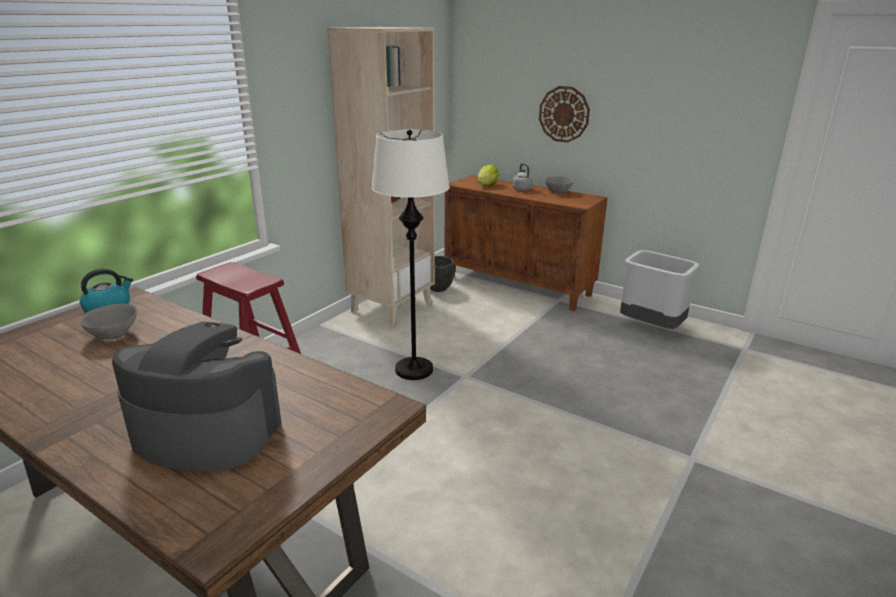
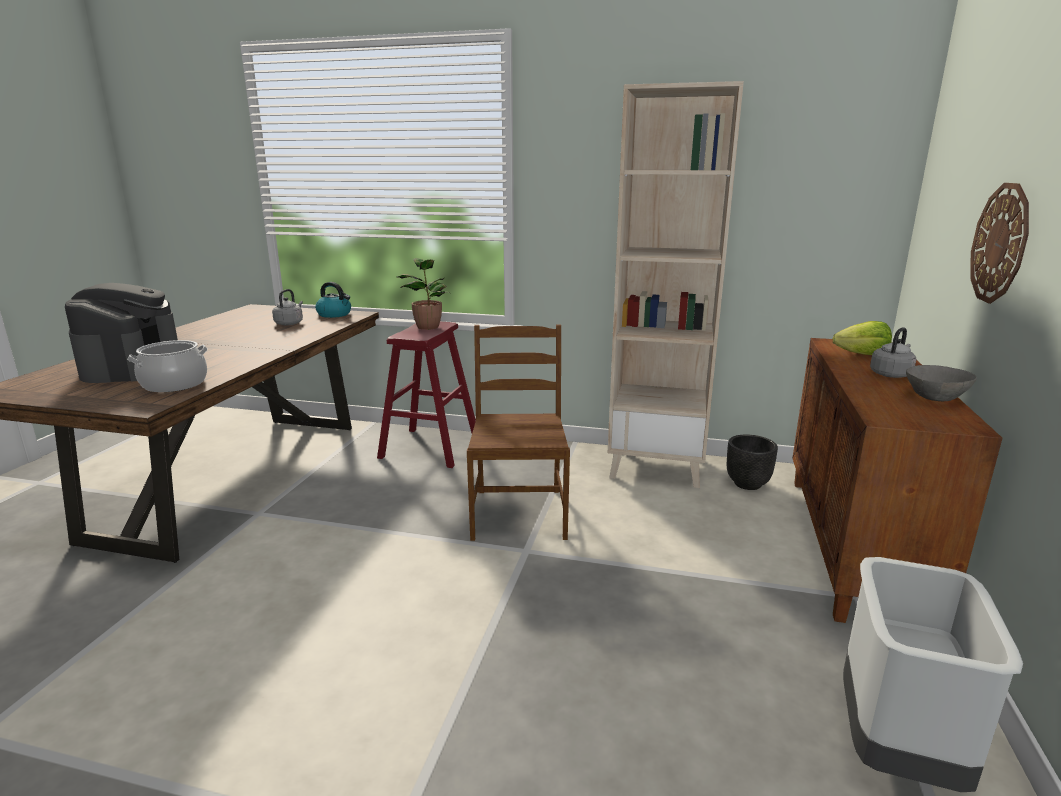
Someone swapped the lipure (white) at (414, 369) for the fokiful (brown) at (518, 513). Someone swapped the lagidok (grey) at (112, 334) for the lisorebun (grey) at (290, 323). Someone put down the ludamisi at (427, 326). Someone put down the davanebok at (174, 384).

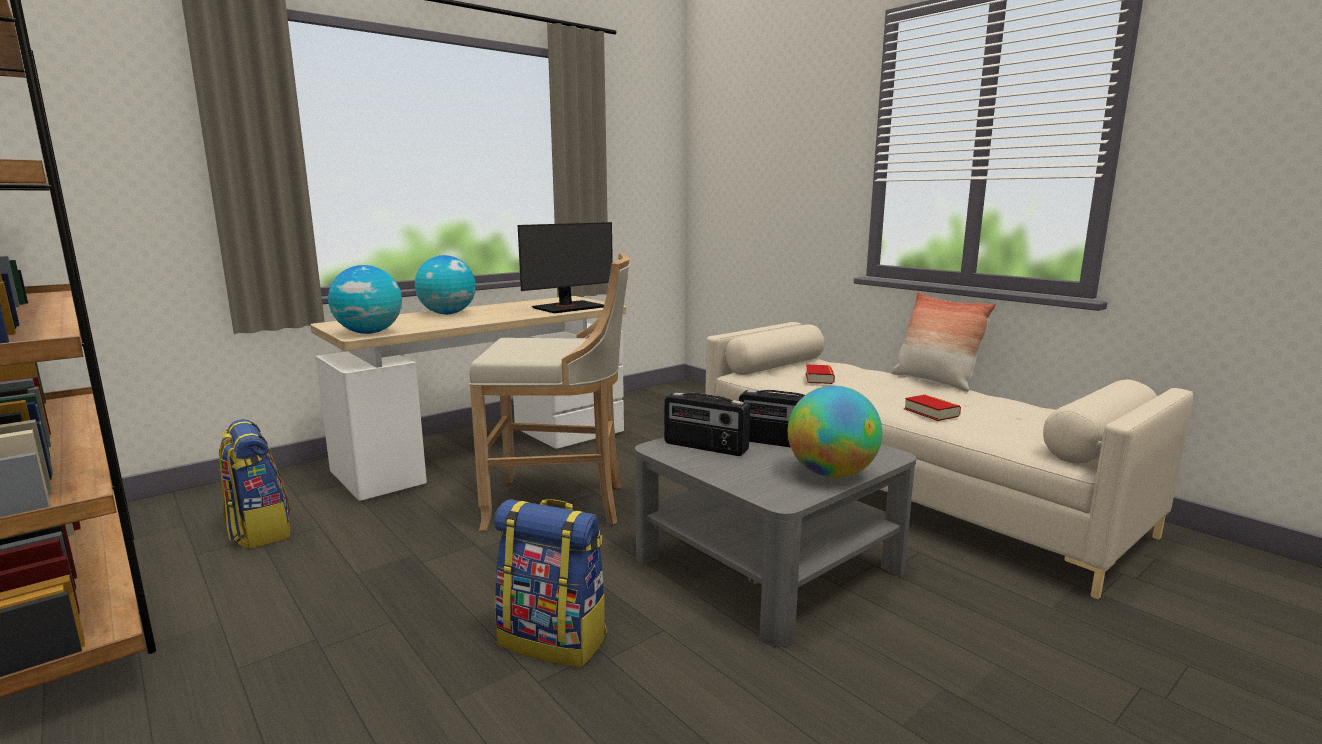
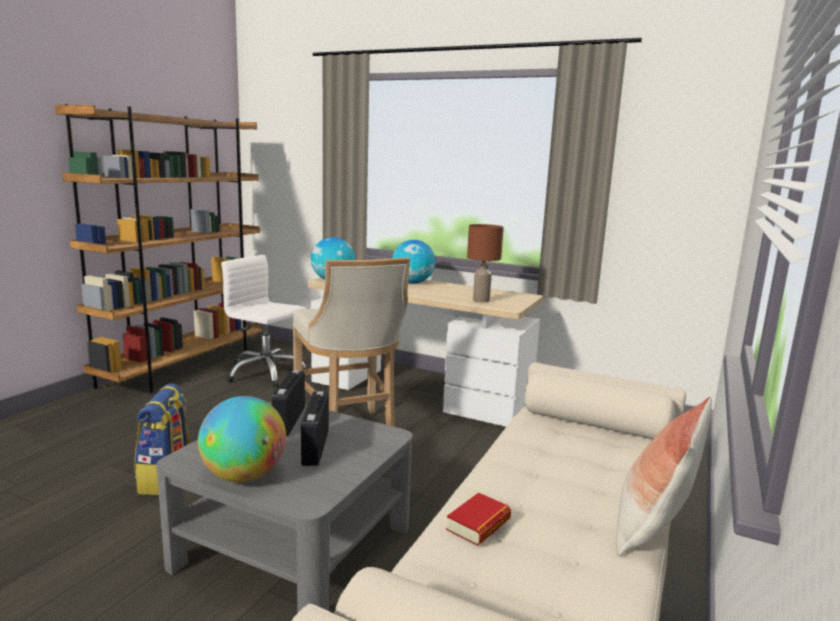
Someone swapped the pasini at (568, 307) for the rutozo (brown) at (481, 300). Someone took away the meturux at (819, 378). Someone swapped the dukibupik at (259, 531) for the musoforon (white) at (266, 373).

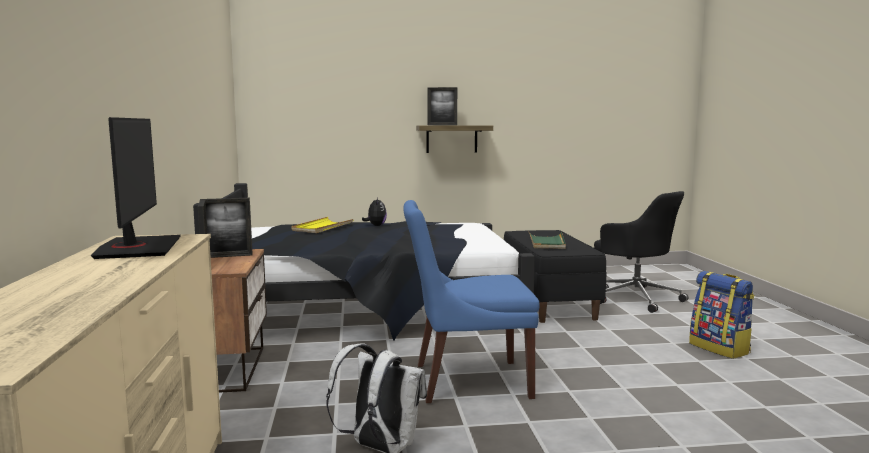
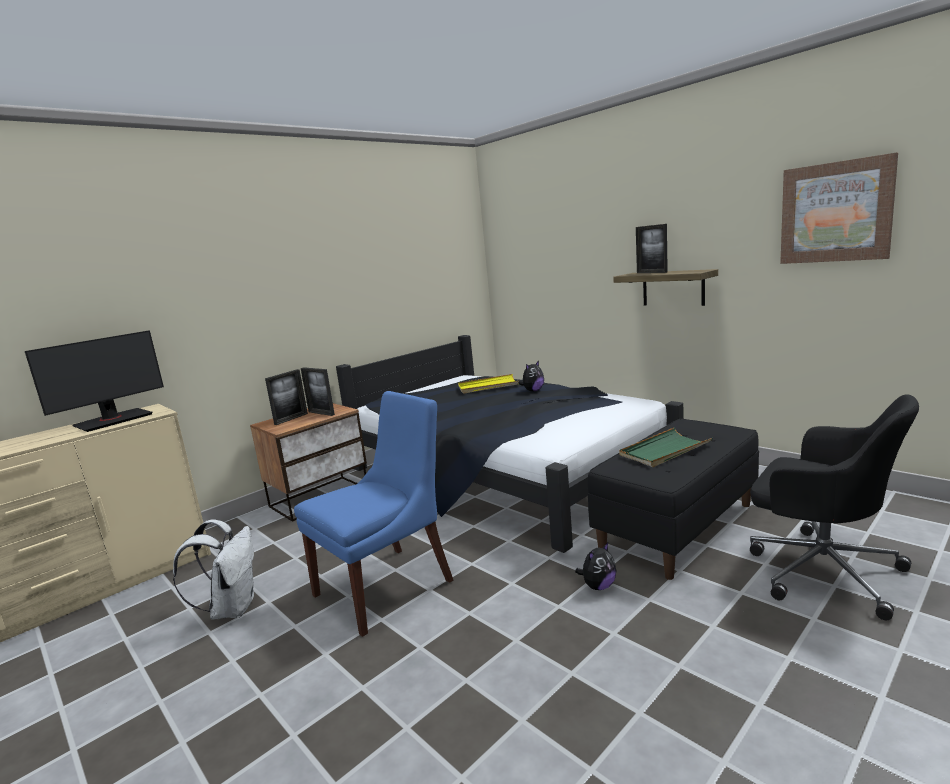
Someone rotated the musoforon (black) at (635, 298) by 60 degrees counterclockwise. Someone rotated the fokiful (blue) at (467, 381) by 90 degrees clockwise. Someone took away the dukibupik at (720, 348). Someone put up the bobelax at (835, 212). Someone put down the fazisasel at (598, 586).

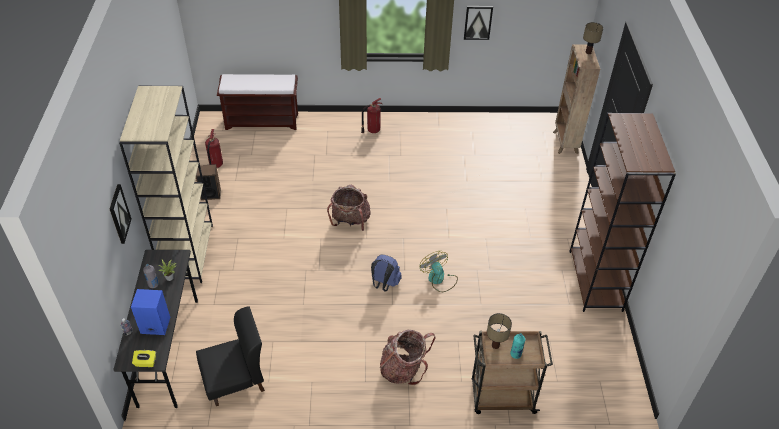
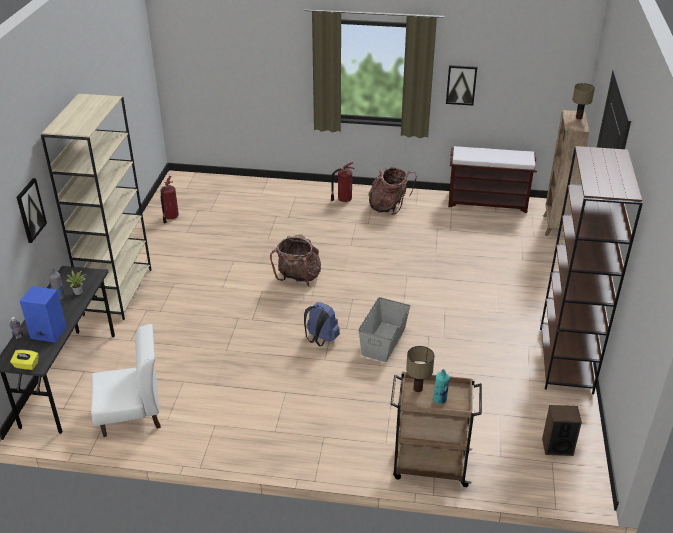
Someone carried the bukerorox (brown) from (262, 121) to (488, 202). Someone carried the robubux from (210, 194) to (557, 447). Someone swapped the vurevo at (439, 279) for the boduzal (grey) at (383, 341). Someone repainted the fokiful (black) at (235, 381), which became the fokiful (white) at (131, 414). Someone carried the dukibupik from (403, 369) to (389, 206).

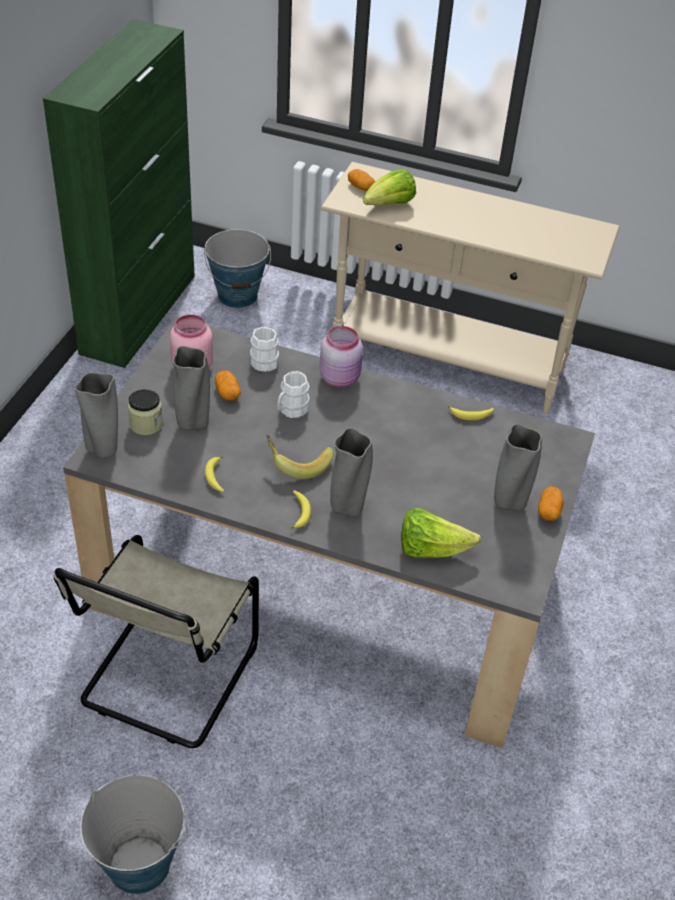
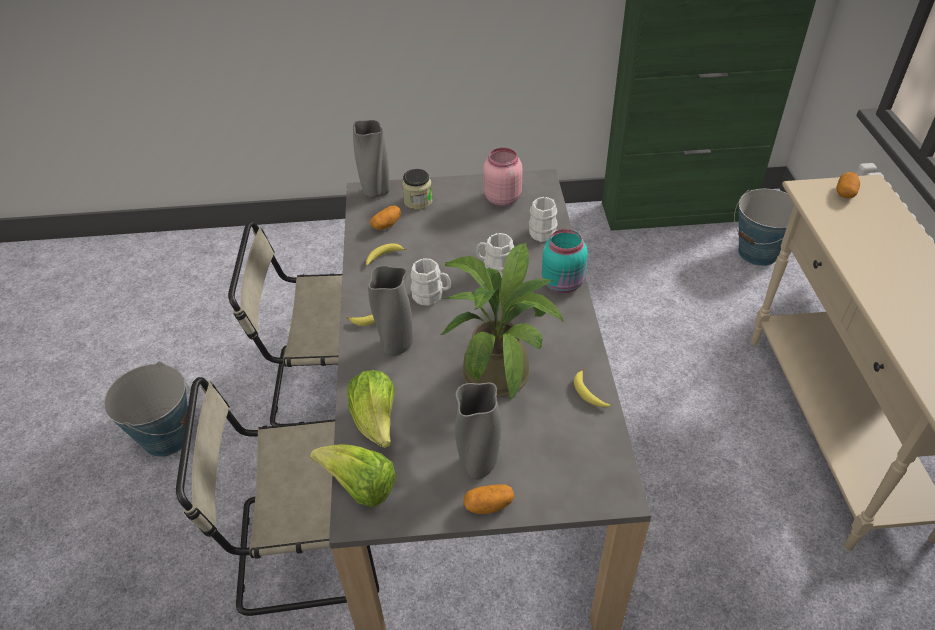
Someone carried the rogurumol from (389, 205) to (360, 487). Someone repainted the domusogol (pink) at (340, 377), which became the domusogol (turquoise) at (564, 283). Someone took away the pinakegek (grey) at (193, 423). Someone carried the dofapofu from (227, 393) to (386, 225). Someone swapped the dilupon at (297, 463) for the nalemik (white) at (431, 296). Someone put down the ludamisi at (501, 369). Someone put down the fokiful (beige) at (302, 547).

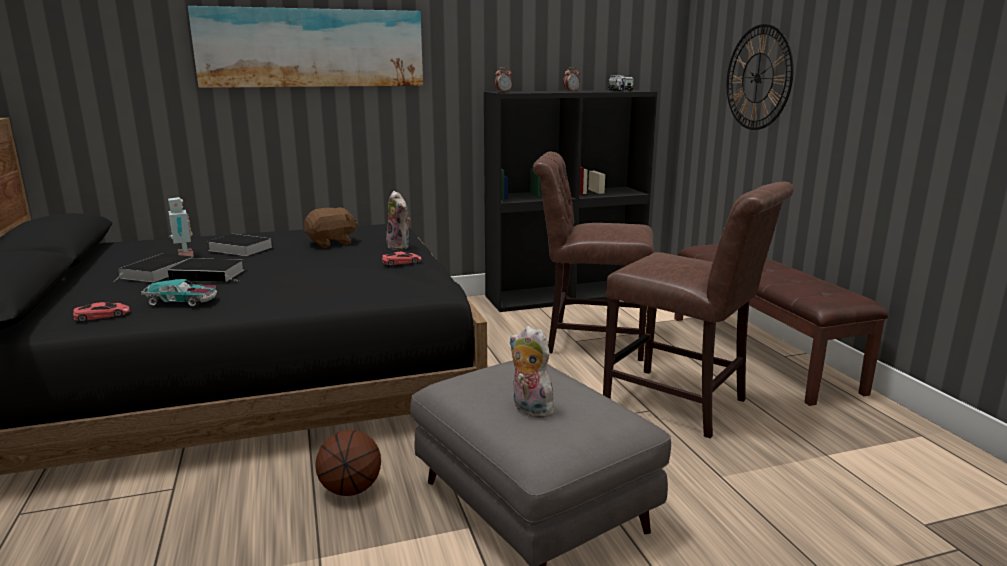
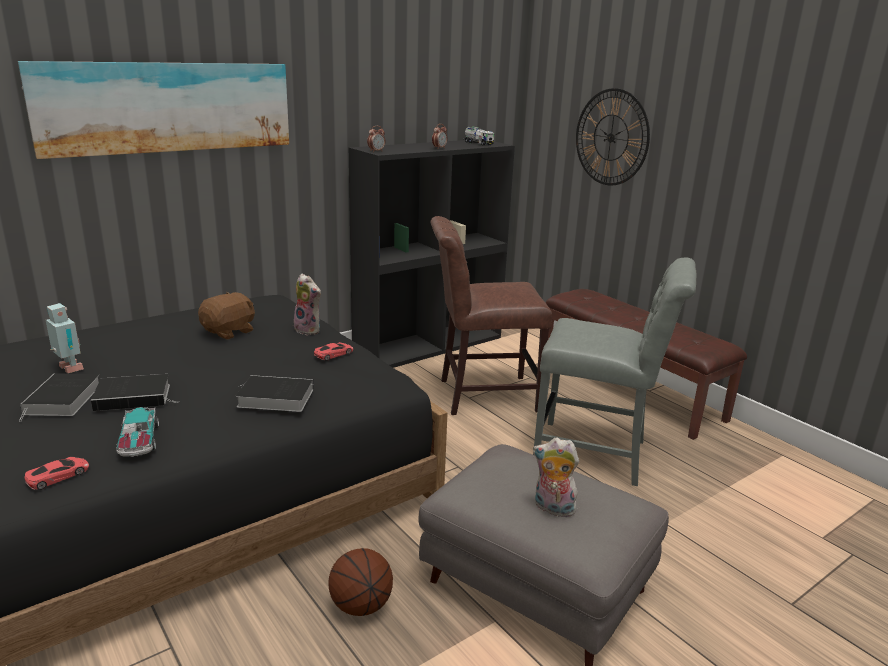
Someone repainted the fokiful (brown) at (682, 404), which became the fokiful (grey) at (597, 454). Someone carried the meturux from (238, 248) to (273, 398). Someone rotated the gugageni at (182, 301) by 90 degrees clockwise.

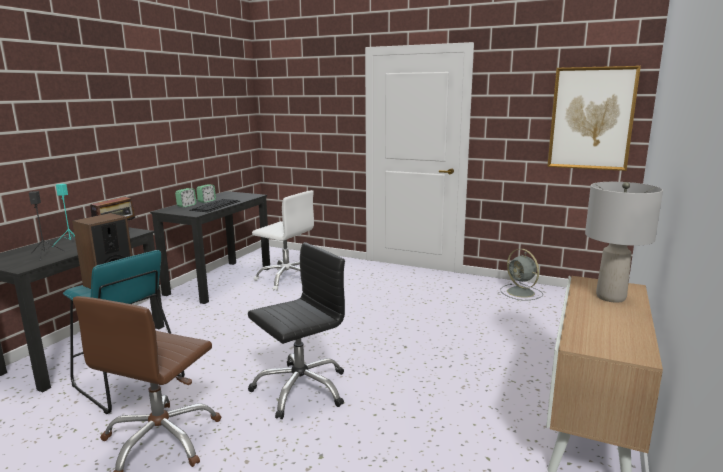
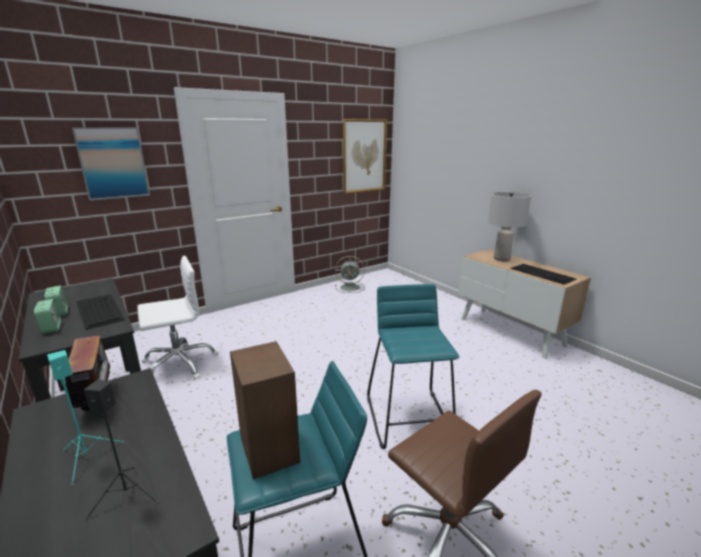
Someone swapped the musoforon (black) at (300, 389) for the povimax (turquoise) at (409, 418). Someone put up the bobelax at (113, 163). Someone put down the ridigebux at (542, 273).

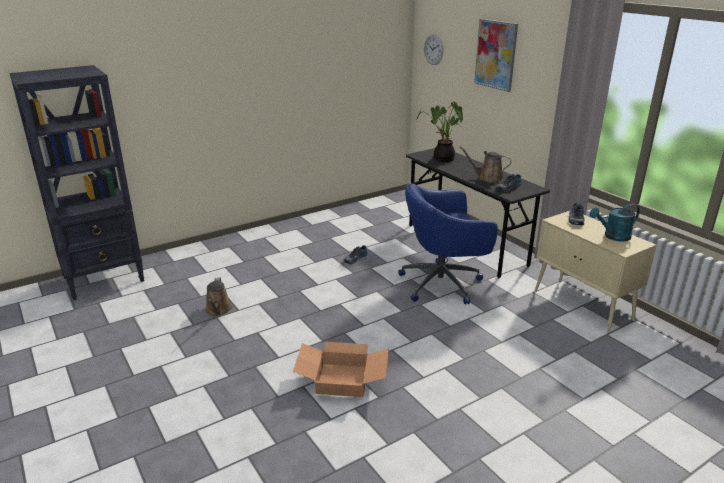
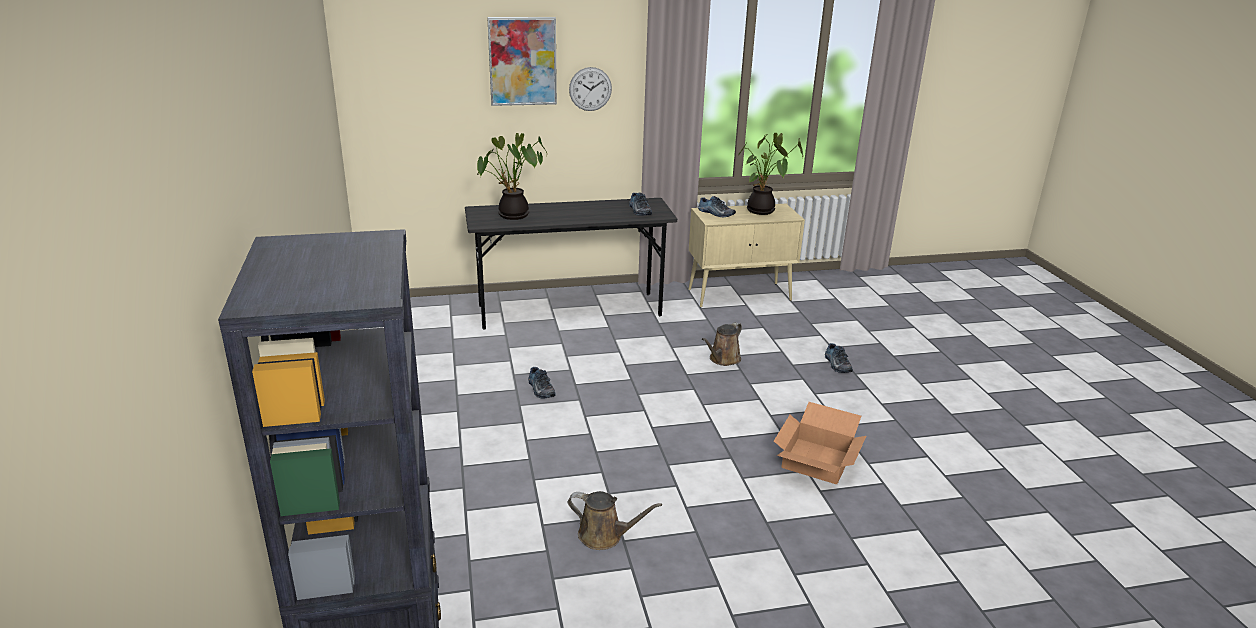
Someone carried the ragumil from (433, 49) to (590, 89). Someone carried the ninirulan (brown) from (487, 178) to (723, 359). Someone took away the musoforon (blue) at (443, 283). Someone swapped the ninirulan (turquoise) at (613, 236) for the ludamisi at (762, 211). Someone put down the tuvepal at (836, 364).

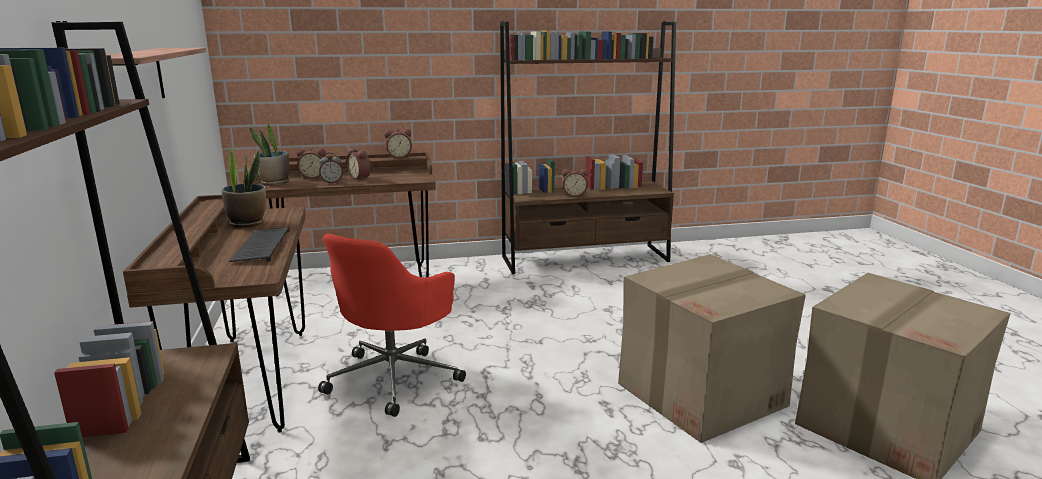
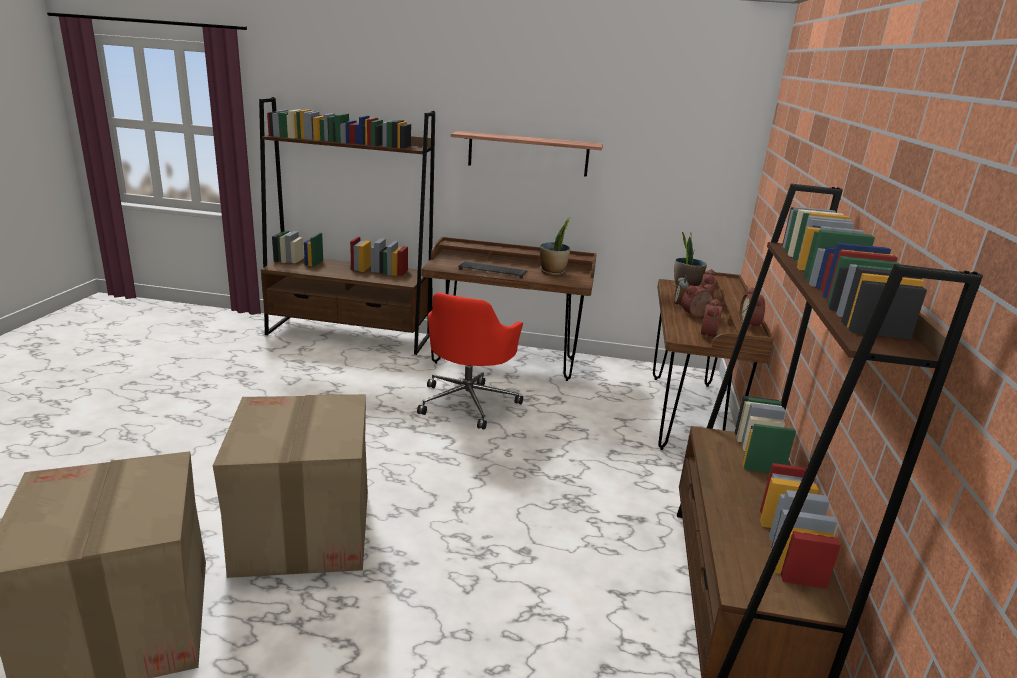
Someone carried the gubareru from (574, 195) to (711, 335). Someone rotated the musoforon (red) at (395, 377) by 120 degrees counterclockwise.

